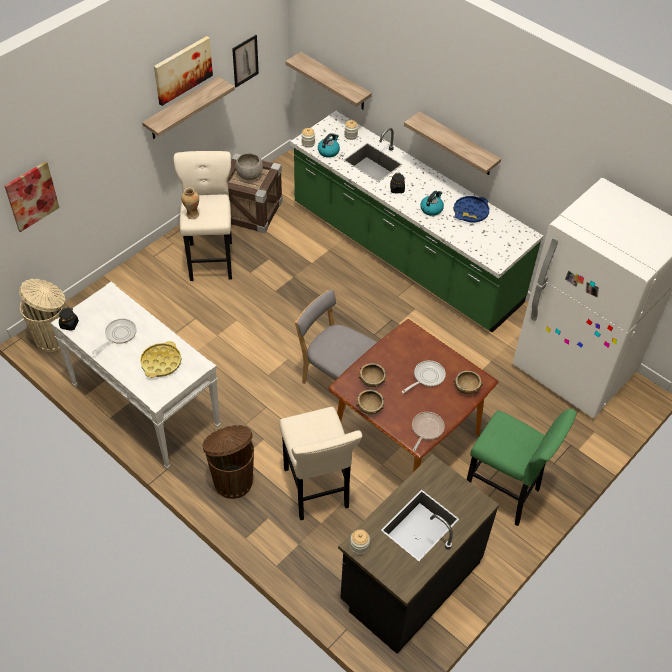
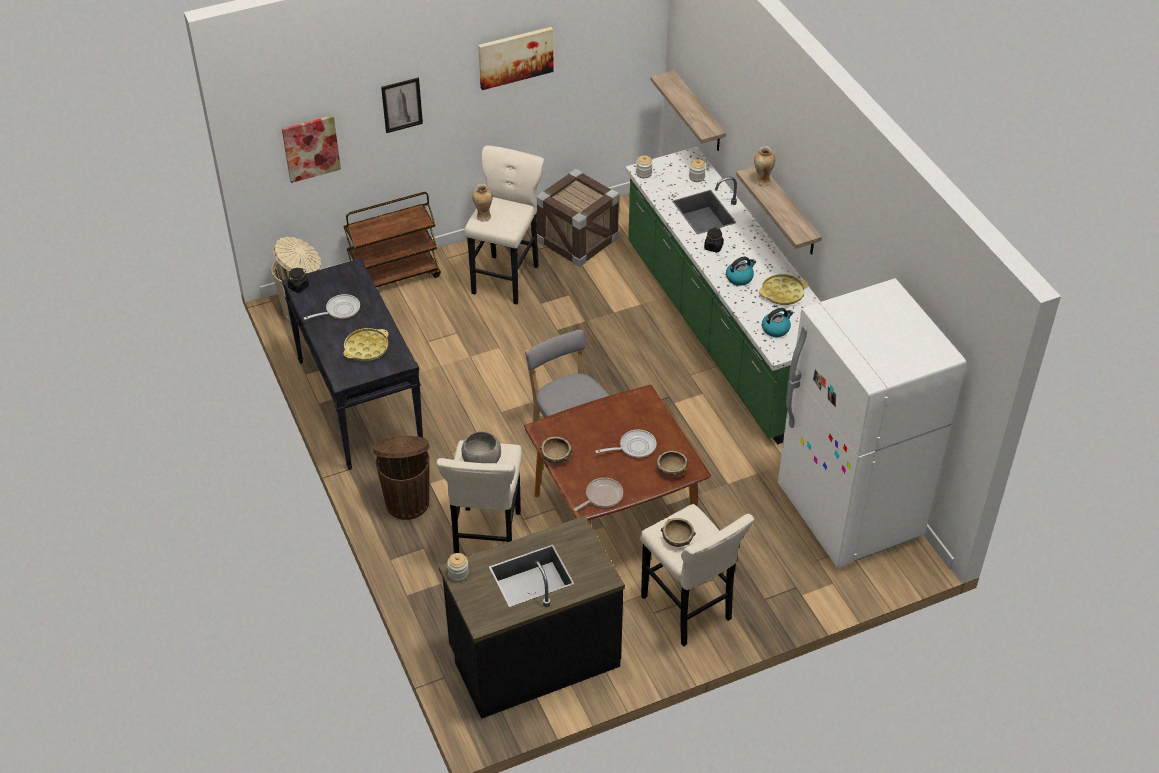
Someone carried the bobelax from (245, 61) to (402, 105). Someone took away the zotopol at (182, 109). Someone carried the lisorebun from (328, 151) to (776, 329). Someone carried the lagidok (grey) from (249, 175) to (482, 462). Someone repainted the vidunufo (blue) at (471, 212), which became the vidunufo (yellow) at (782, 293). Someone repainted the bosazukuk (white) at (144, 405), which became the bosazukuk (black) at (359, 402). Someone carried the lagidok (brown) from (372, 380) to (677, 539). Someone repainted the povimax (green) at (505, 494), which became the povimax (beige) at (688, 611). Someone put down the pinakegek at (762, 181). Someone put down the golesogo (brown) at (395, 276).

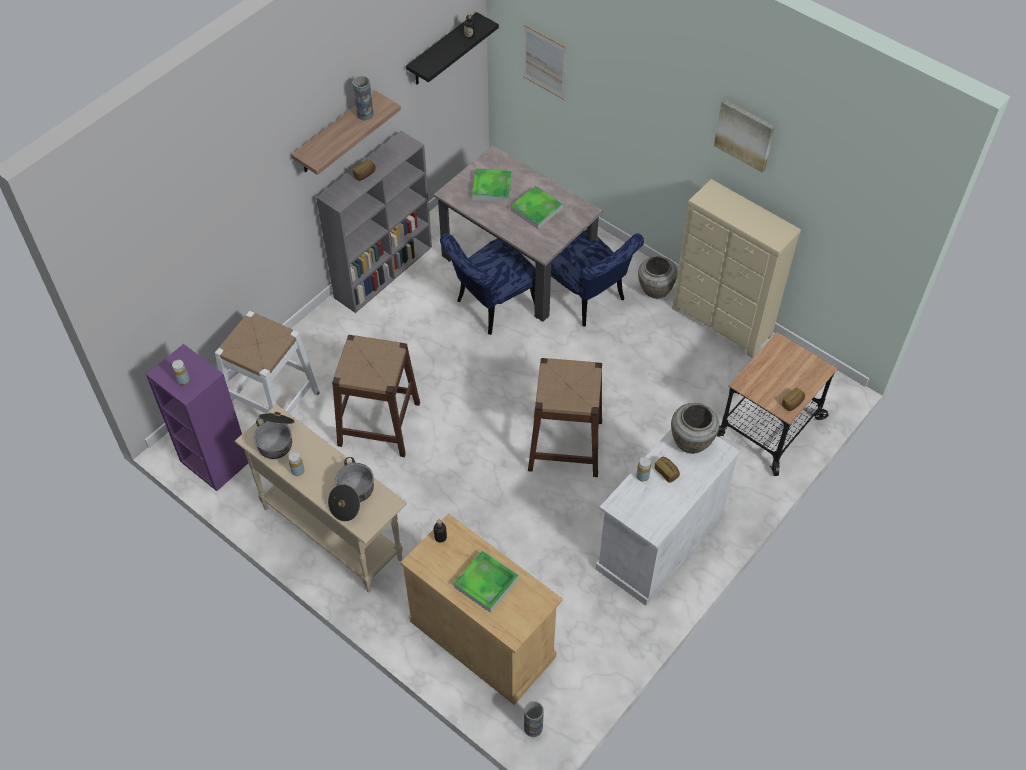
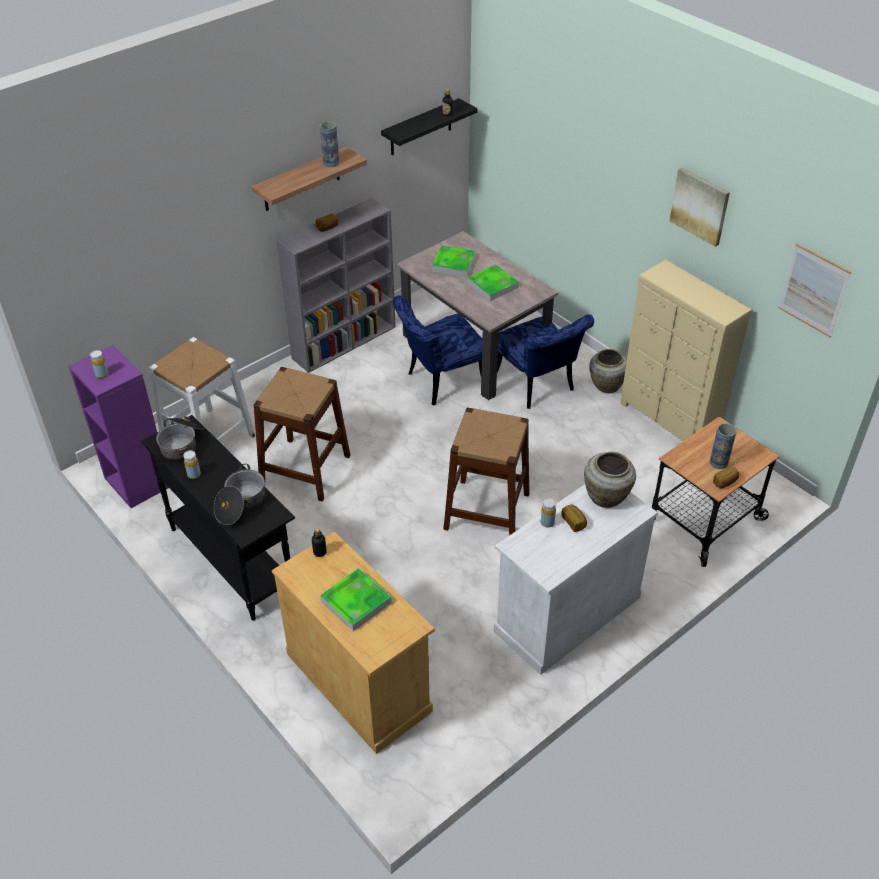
Someone carried the bobelax from (544, 62) to (813, 290). Someone repainted the bosazukuk (beige) at (332, 532), which became the bosazukuk (black) at (232, 560). Someone carried the pinakegek from (533, 728) to (718, 462).

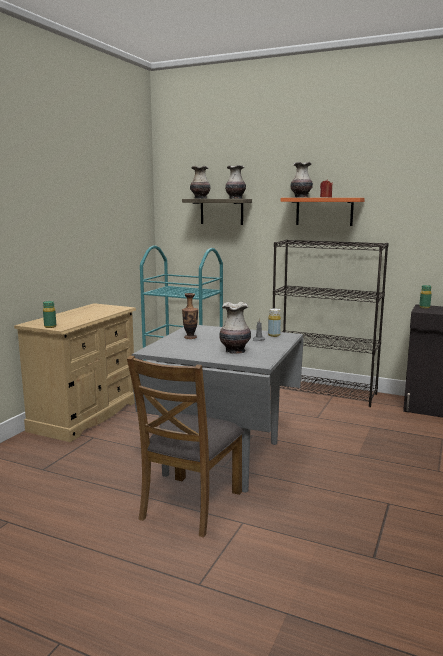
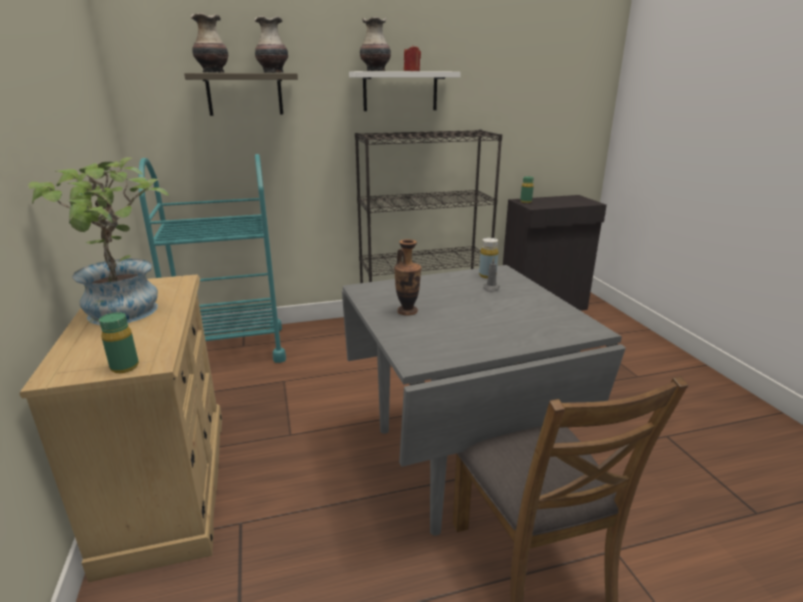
Someone repainted the zotopol (orange) at (324, 211), which became the zotopol (white) at (400, 91). Someone took away the pinakegek at (235, 351). Someone put down the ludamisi at (126, 314).

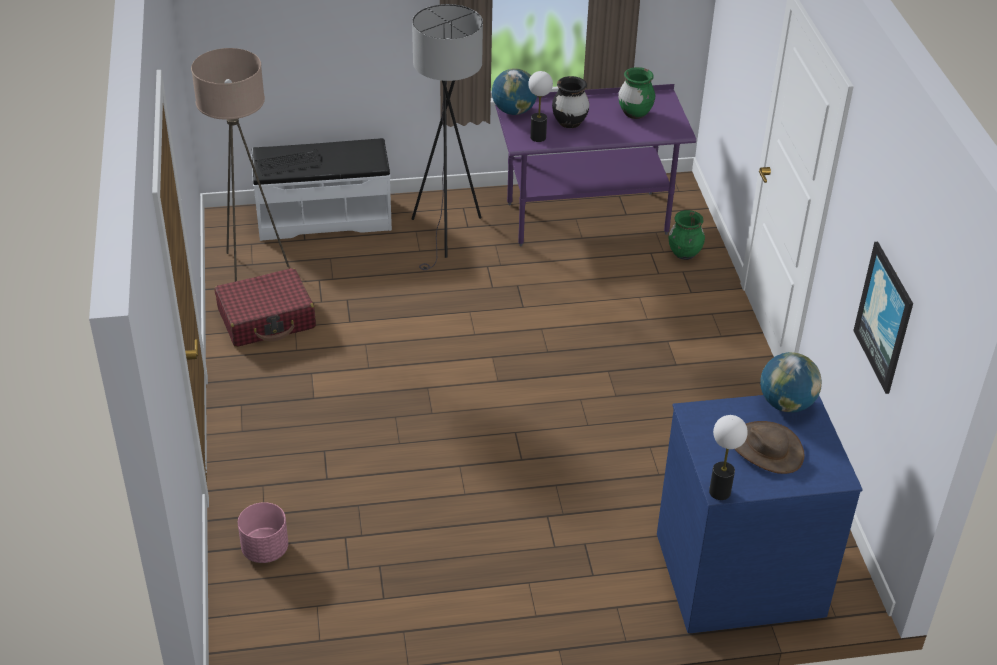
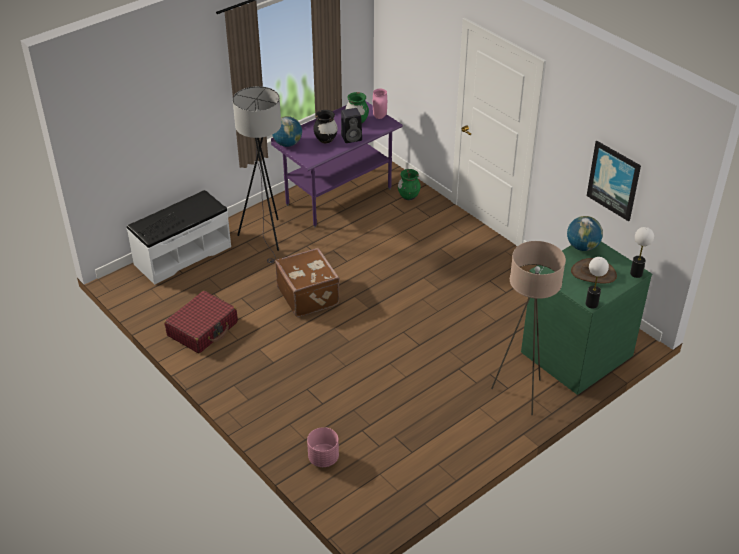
Someone carried the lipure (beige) from (250, 270) to (520, 394). Someone carried the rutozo from (537, 137) to (636, 274). Someone repainted the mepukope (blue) at (738, 572), which became the mepukope (green) at (575, 353). Someone put down the pinakegek (pink) at (380, 117). Someone put down the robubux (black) at (352, 137). Someone put down the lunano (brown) at (309, 295).

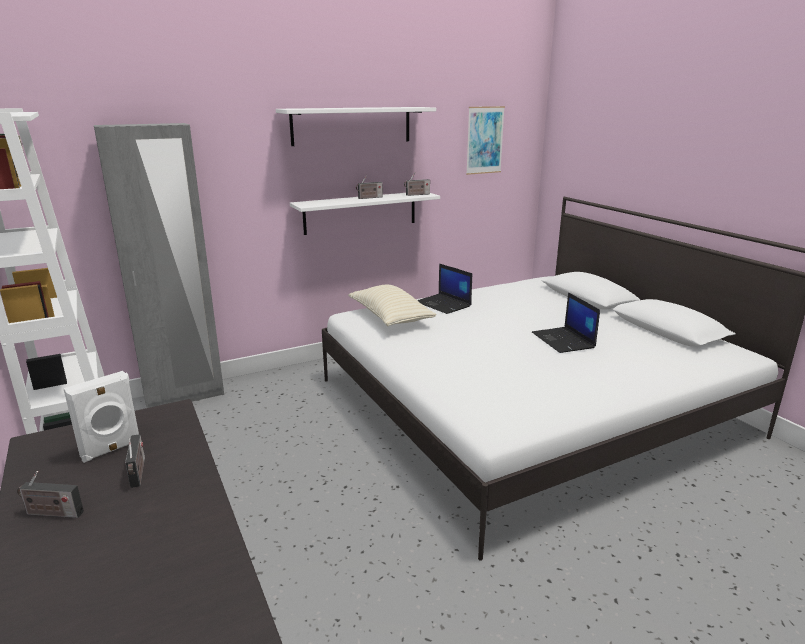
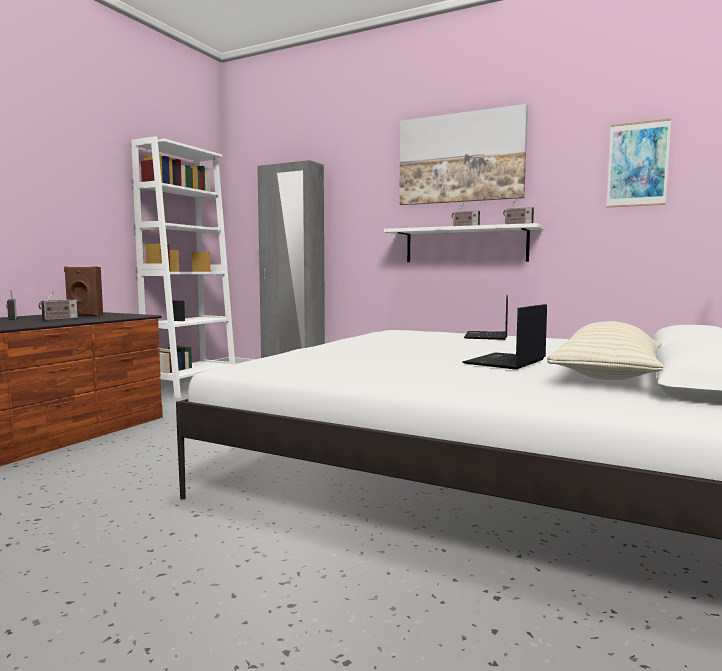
Someone swapped the zotopol (white) at (352, 125) for the bobelax at (460, 158). Someone carried the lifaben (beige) from (390, 318) to (608, 376). Someone repainted the robubux (white) at (111, 449), which became the robubux (brown) at (84, 316).

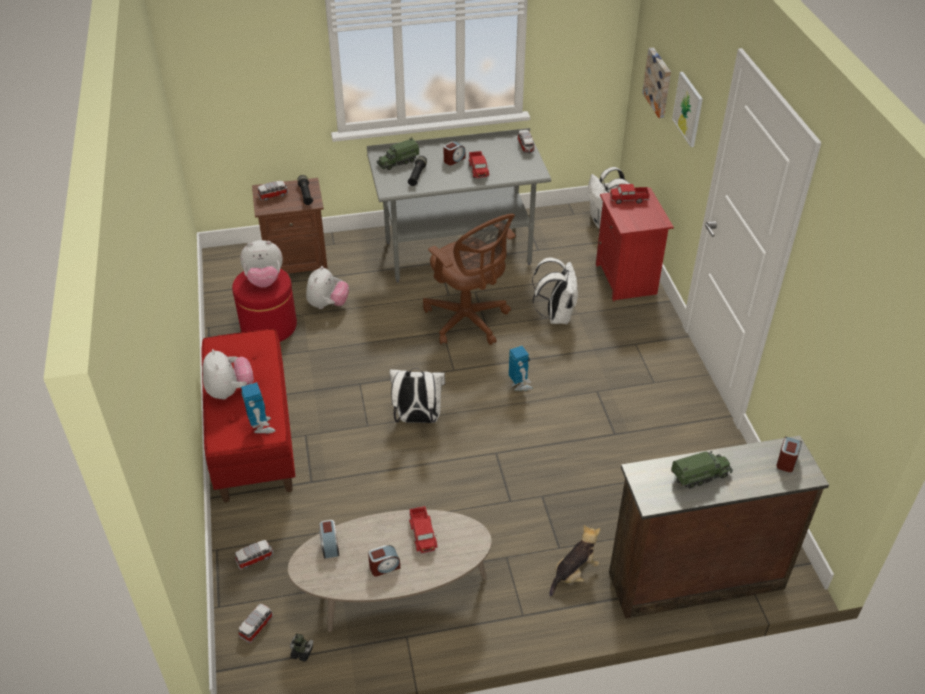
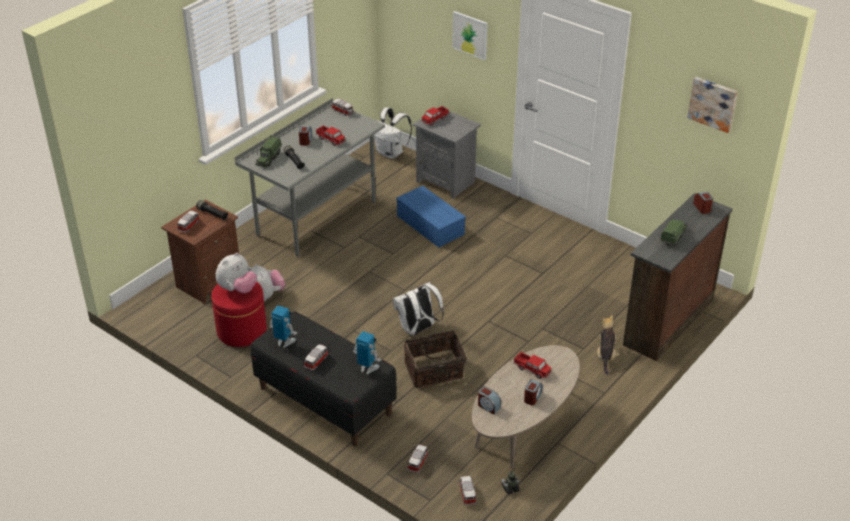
Someone carried the bobelax from (659, 82) to (713, 103). Someone repainted the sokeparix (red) at (627, 279), which became the sokeparix (grey) at (446, 181). Someone took away the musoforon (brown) at (468, 321). Someone swapped the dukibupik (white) at (556, 315) for the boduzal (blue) at (429, 225). Someone repainted the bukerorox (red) at (253, 438), which became the bukerorox (black) at (324, 401). Someone carried the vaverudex from (519, 385) to (284, 342). Someone swapped the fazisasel at (230, 391) for the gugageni at (316, 361). Someone put down the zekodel at (434, 371).

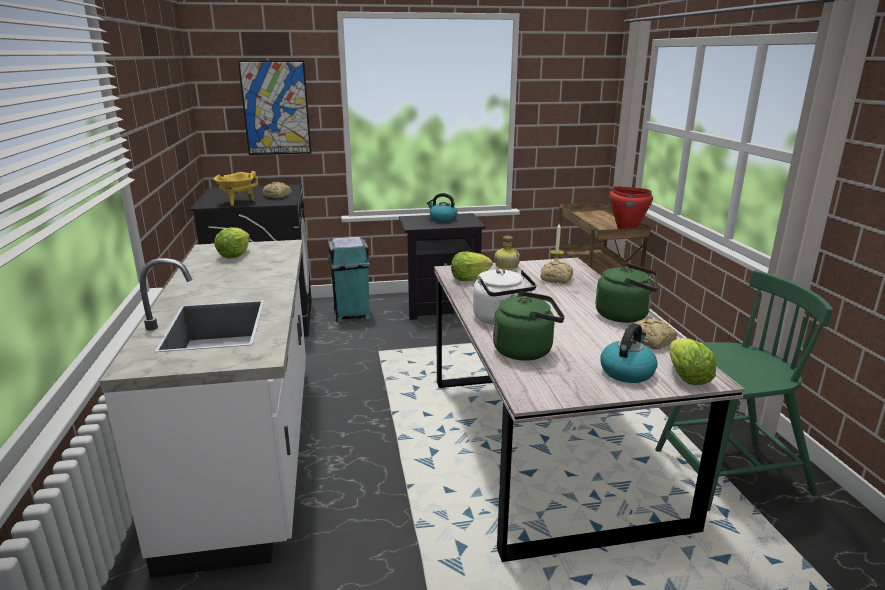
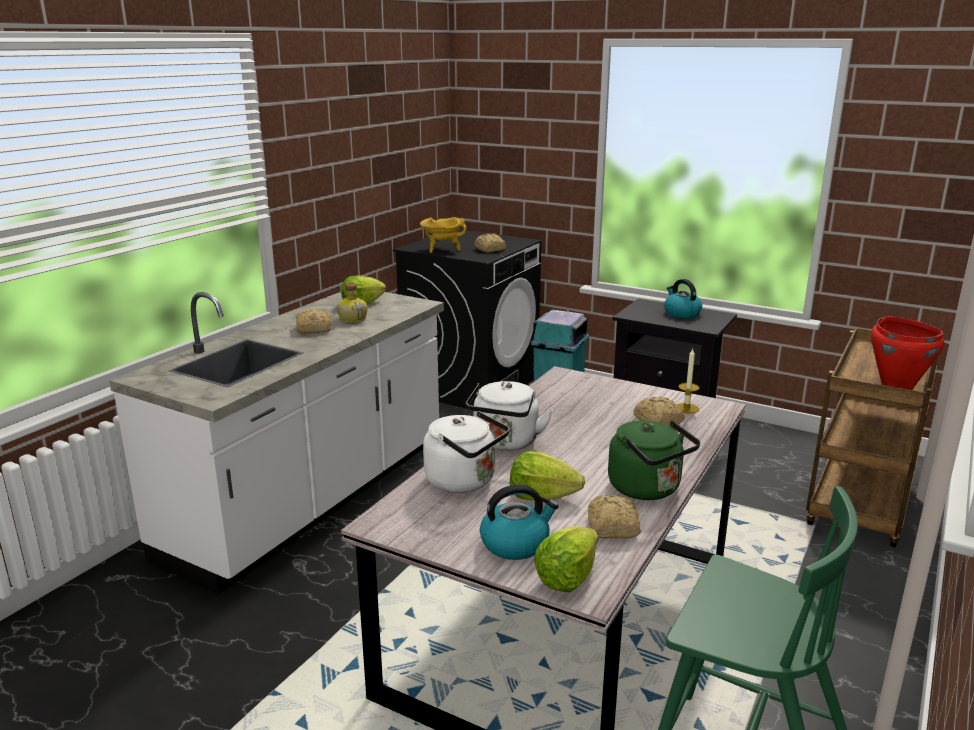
Someone took away the bobelax at (276, 108). Someone carried the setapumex from (506, 266) to (353, 319). Someone carried the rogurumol from (469, 278) to (542, 496). Someone repainted the lisorebun (green) at (526, 350), which became the lisorebun (white) at (465, 481). Someone put down the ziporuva at (313, 329).

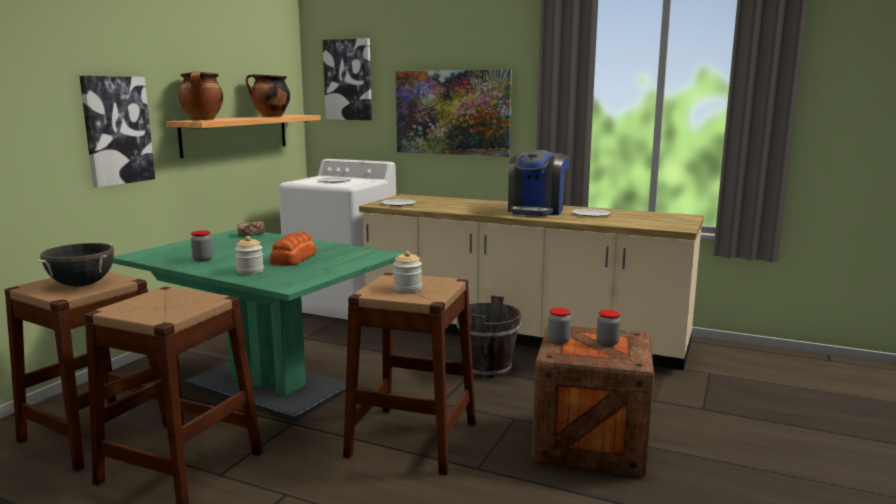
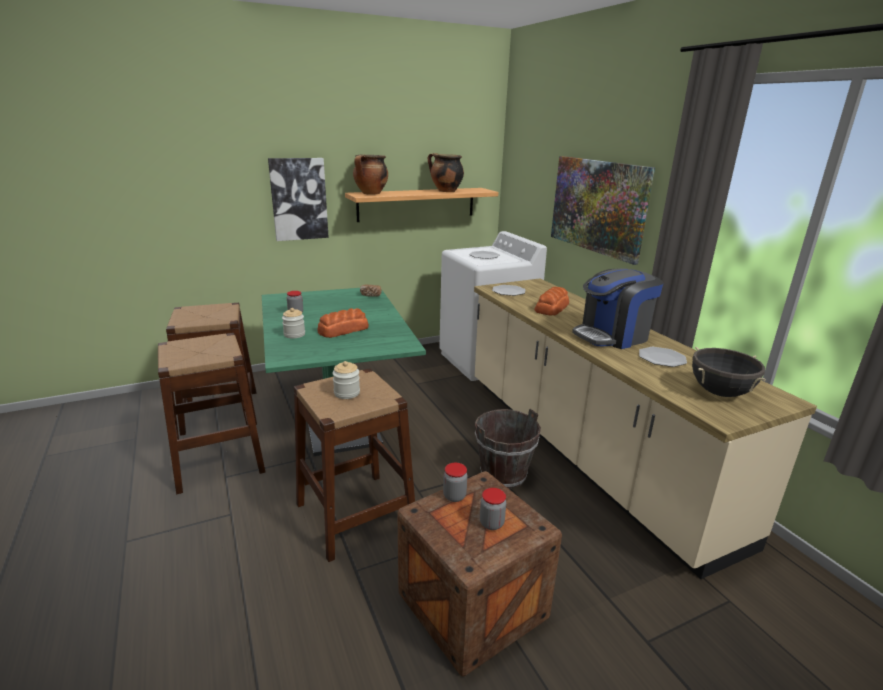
Someone took away the bobelax at (348, 80). Someone carried the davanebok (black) from (82, 285) to (720, 393). Someone put down the ziporuva at (552, 308).

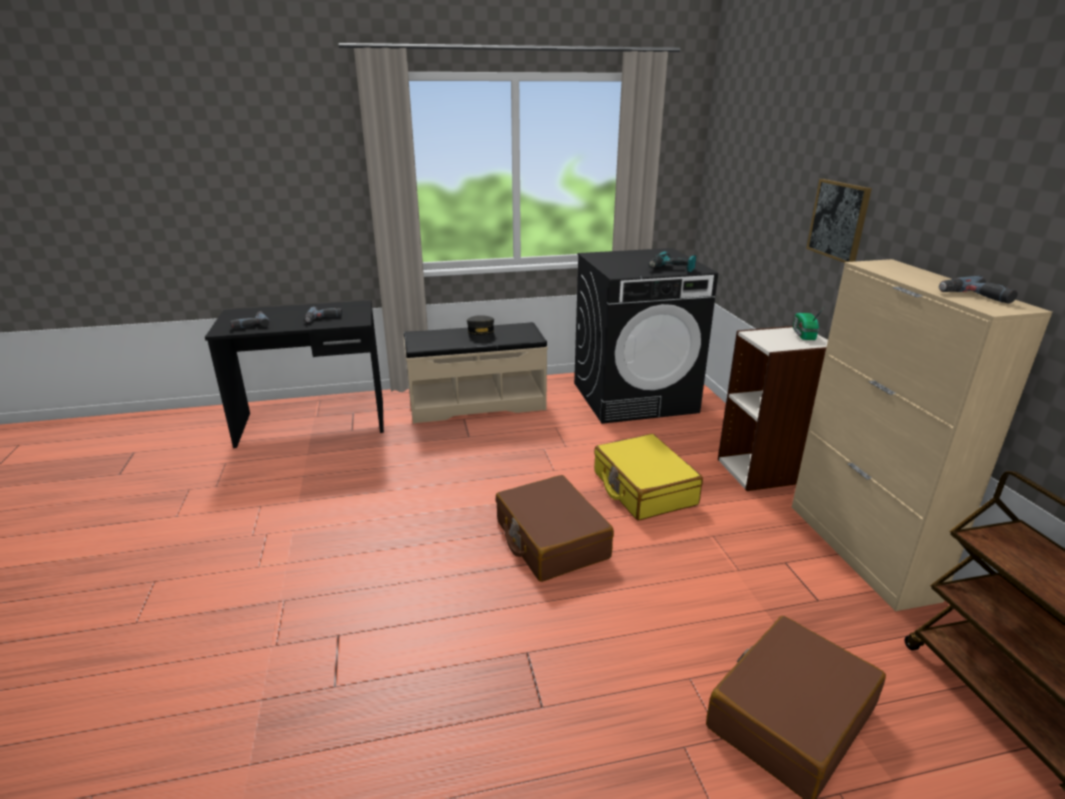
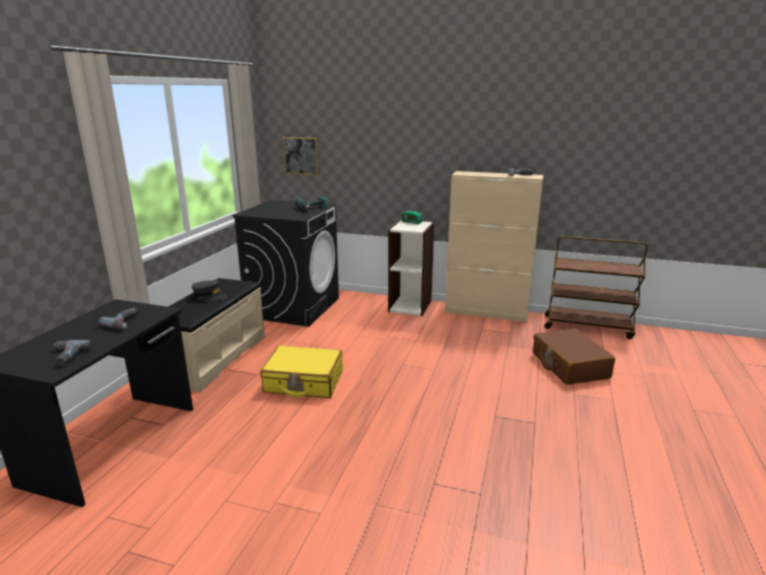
Someone carried the bobelax from (838, 220) to (301, 155). Someone carried the lunano (yellow) from (643, 488) to (303, 382). Someone took away the lunano (brown) at (551, 540).

